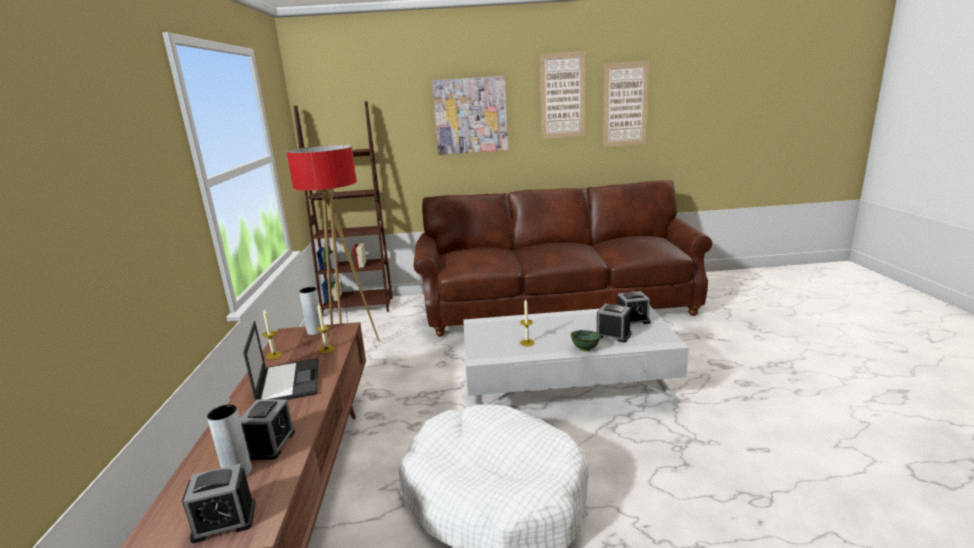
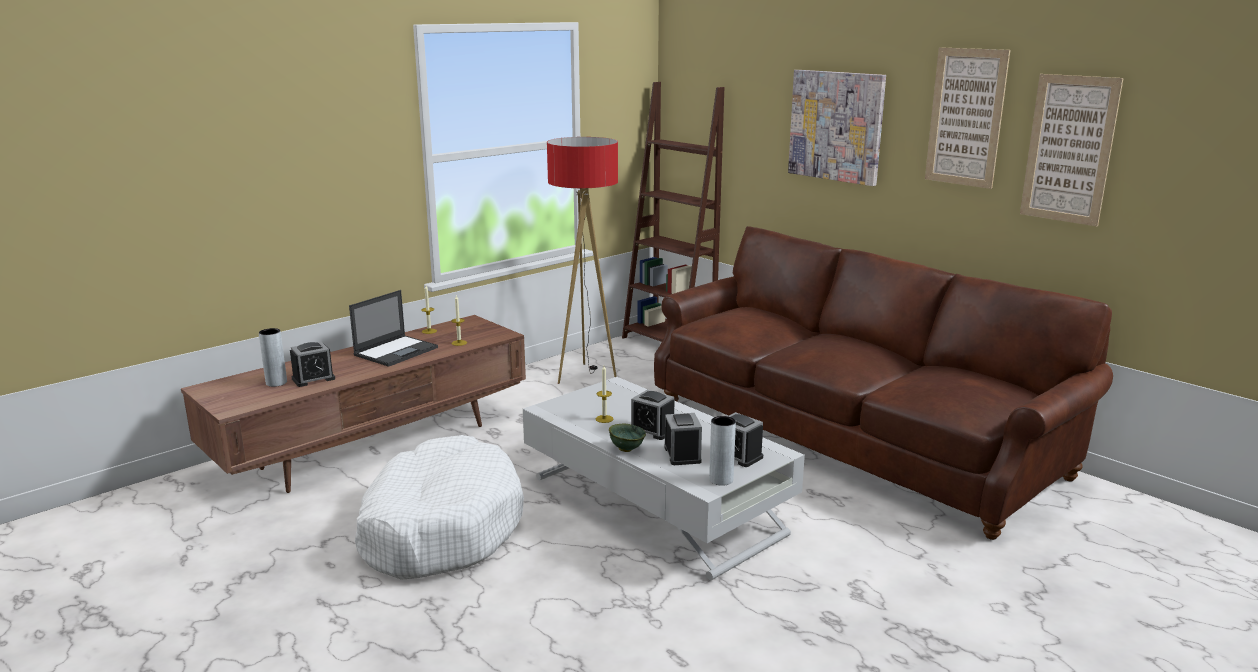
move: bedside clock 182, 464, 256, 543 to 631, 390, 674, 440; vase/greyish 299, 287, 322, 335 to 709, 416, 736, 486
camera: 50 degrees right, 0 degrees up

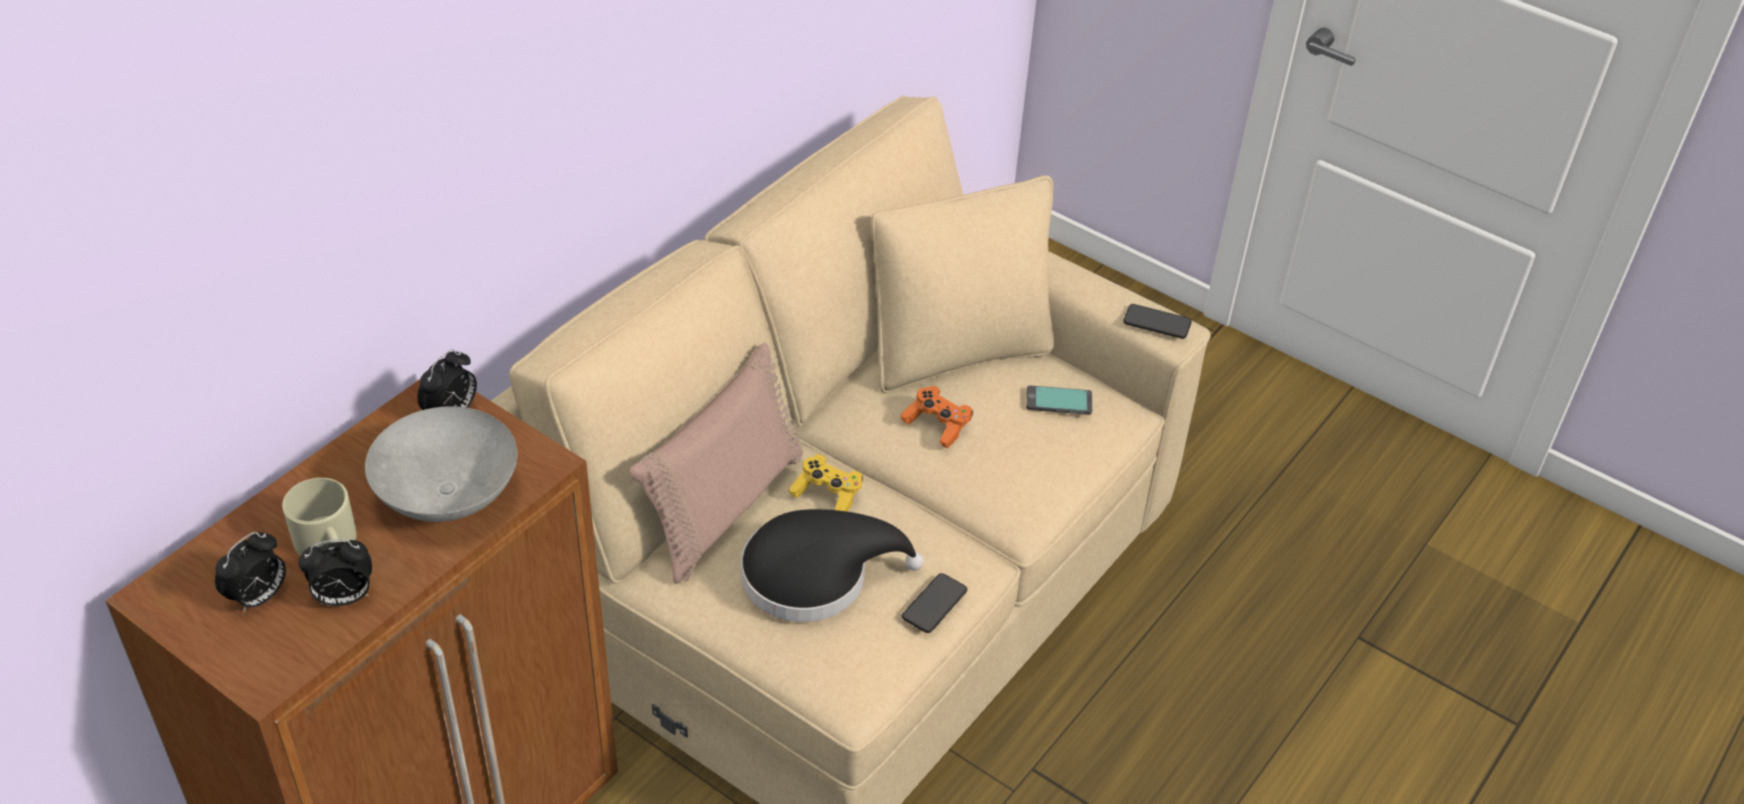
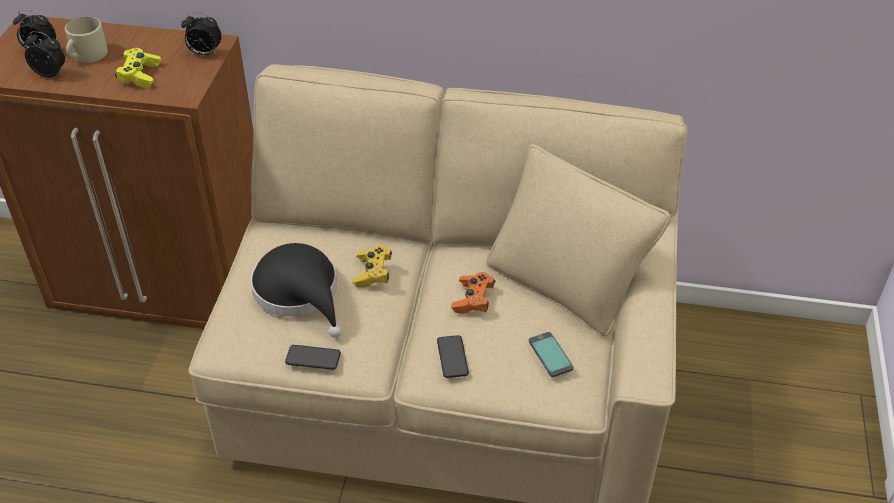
delete: pillow/beige-coloured 629, 343, 803, 584
move: phone 1124, 304, 1192, 339 to 437, 335, 469, 378
replace: serving bowl/greyish 365, 406, 517, 522 to joypad/yellowish 115, 48, 161, 88
rotate: bedside clock 299, 539, 372, 606 = 25, 31, 65, 78 150 degrees clockwise
camera: 65 degrees right, 0 degrees up

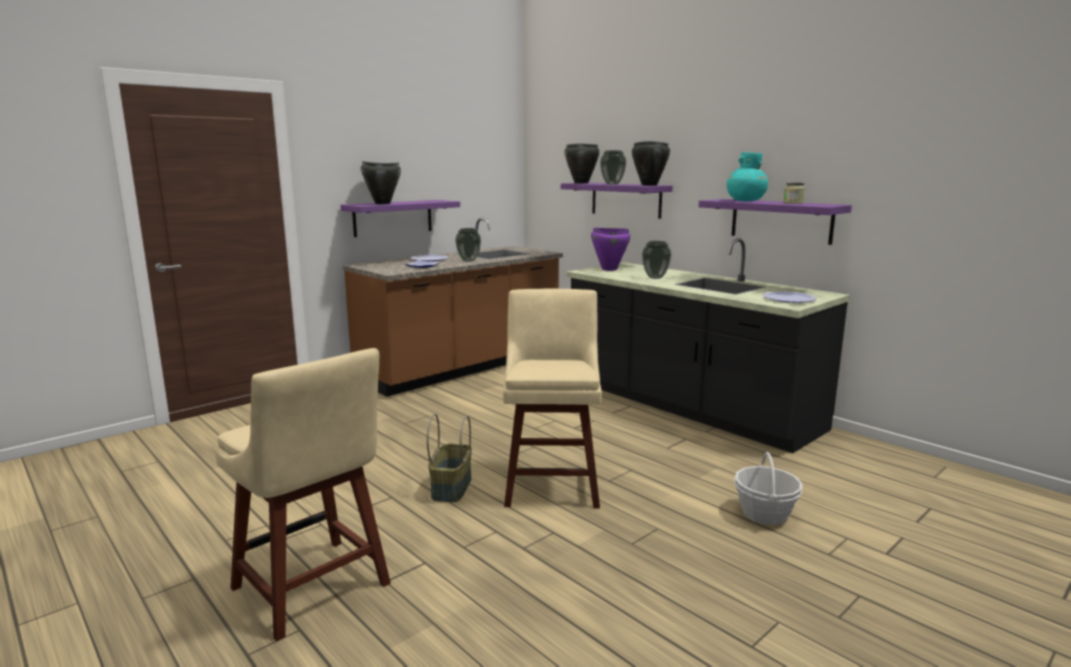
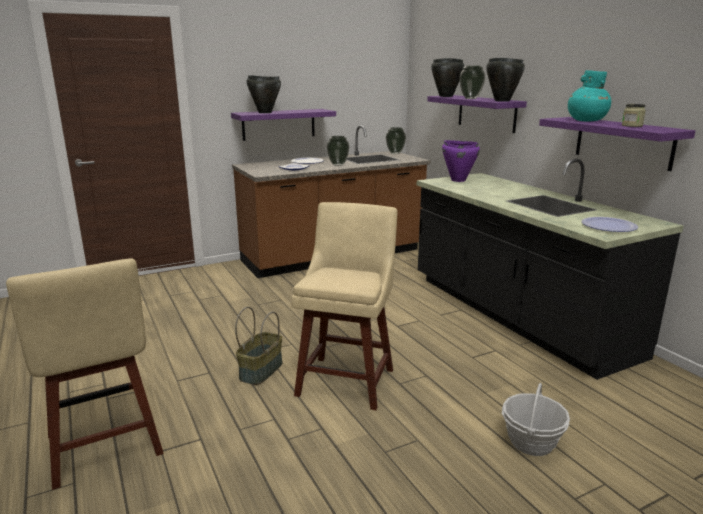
move: vase 642, 241, 671, 279 to 386, 127, 406, 154
camera: 15 degrees right, 5 degrees up

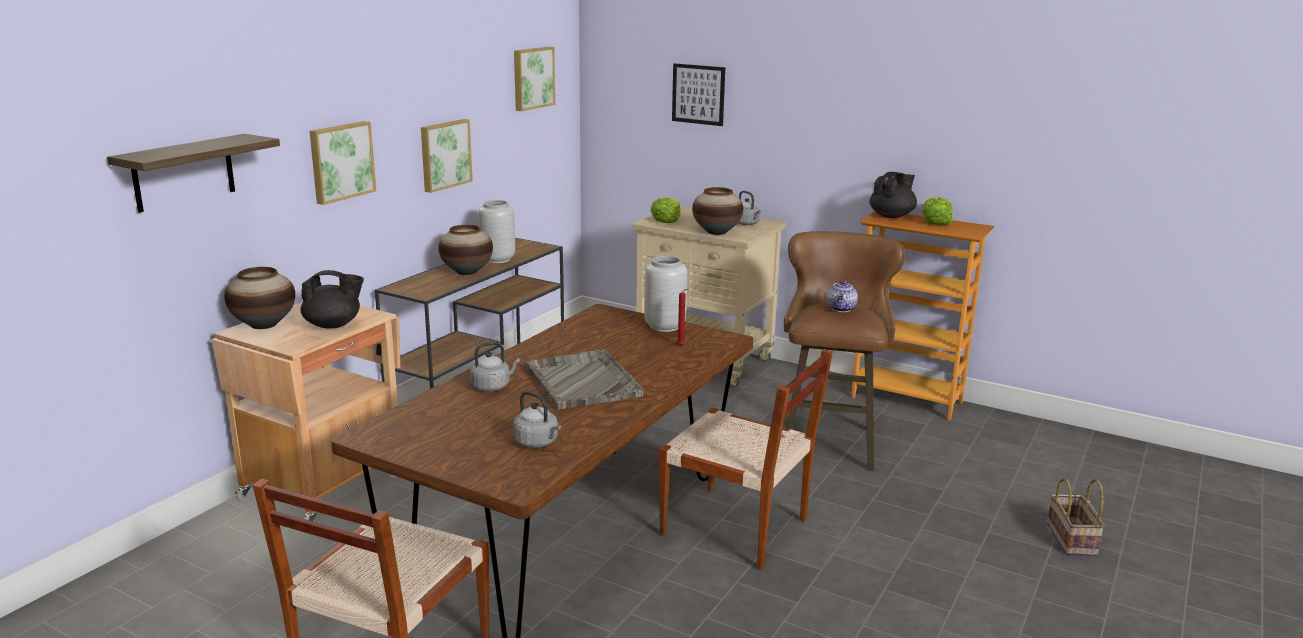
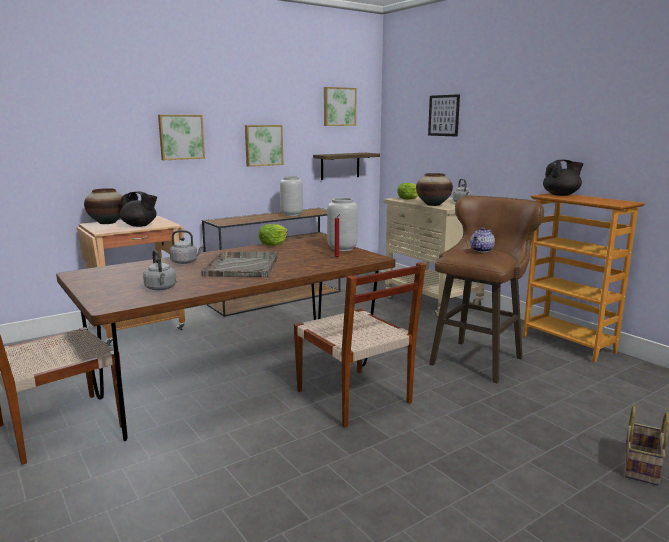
delete: vase 438, 225, 493, 275
move: wall shelf 107, 134, 280, 213 to 313, 153, 380, 180; lettuce head 921, 197, 953, 225 to 258, 224, 288, 246
camera: 25 degrees right, 5 degrees down

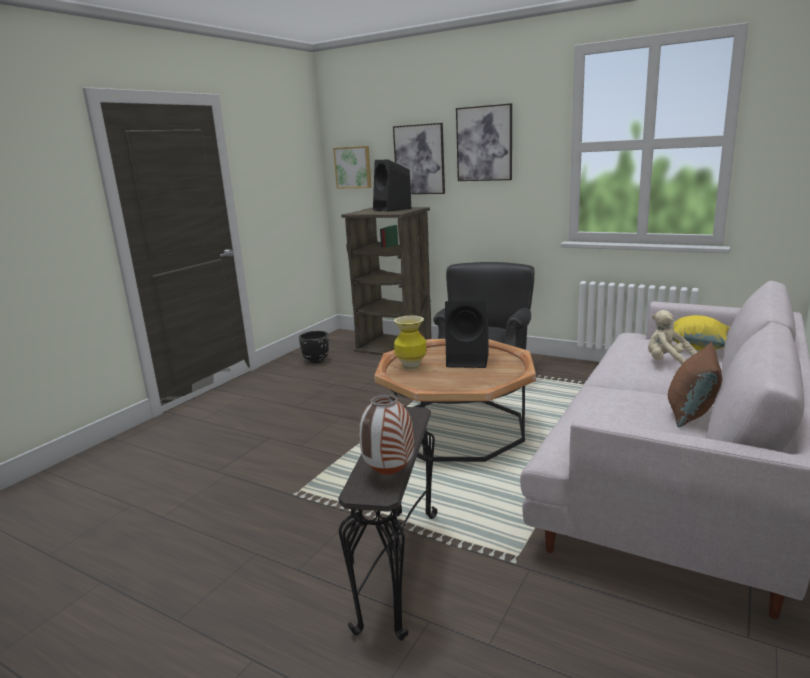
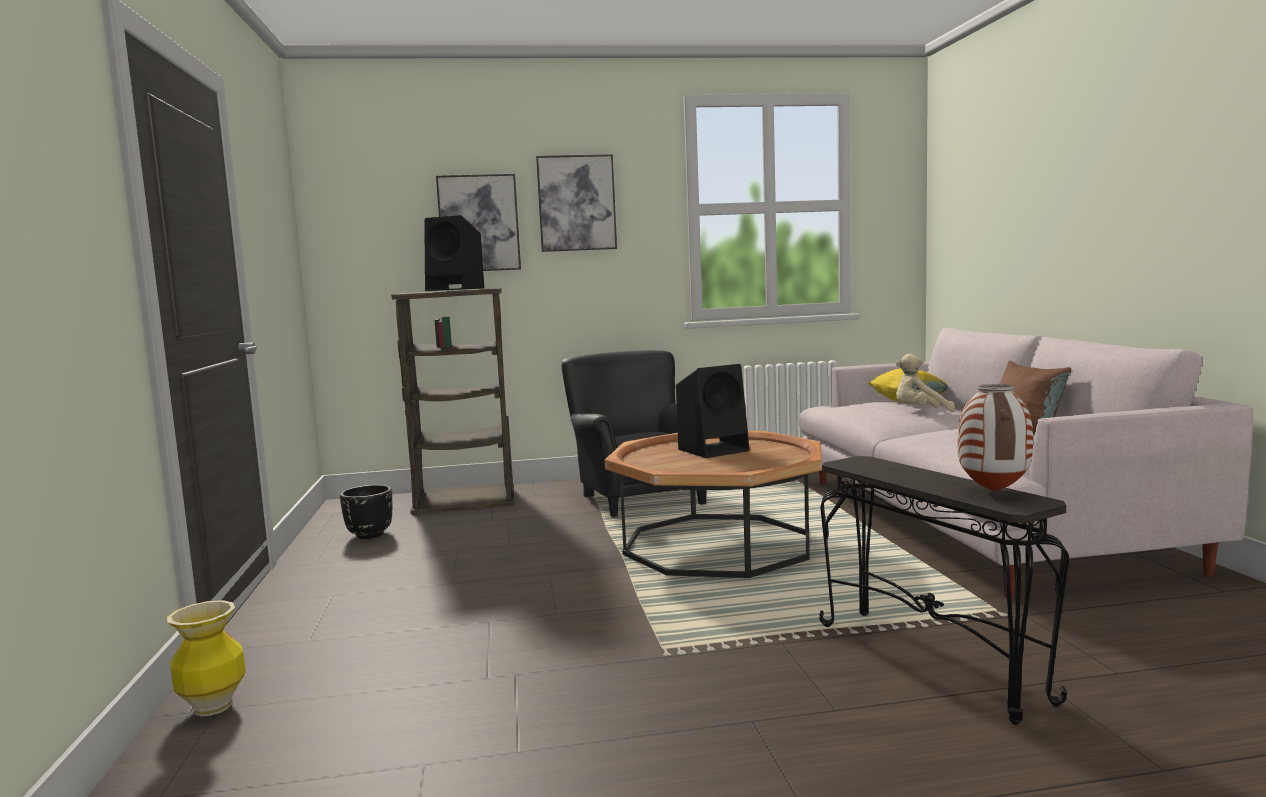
delete: picture 333, 146, 372, 189
move: vase 394, 316, 427, 369 to 167, 600, 246, 716
camera: 40 degrees left, 10 degrees down

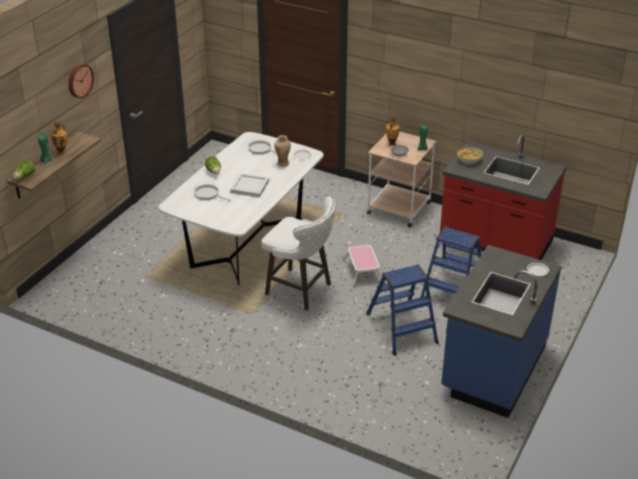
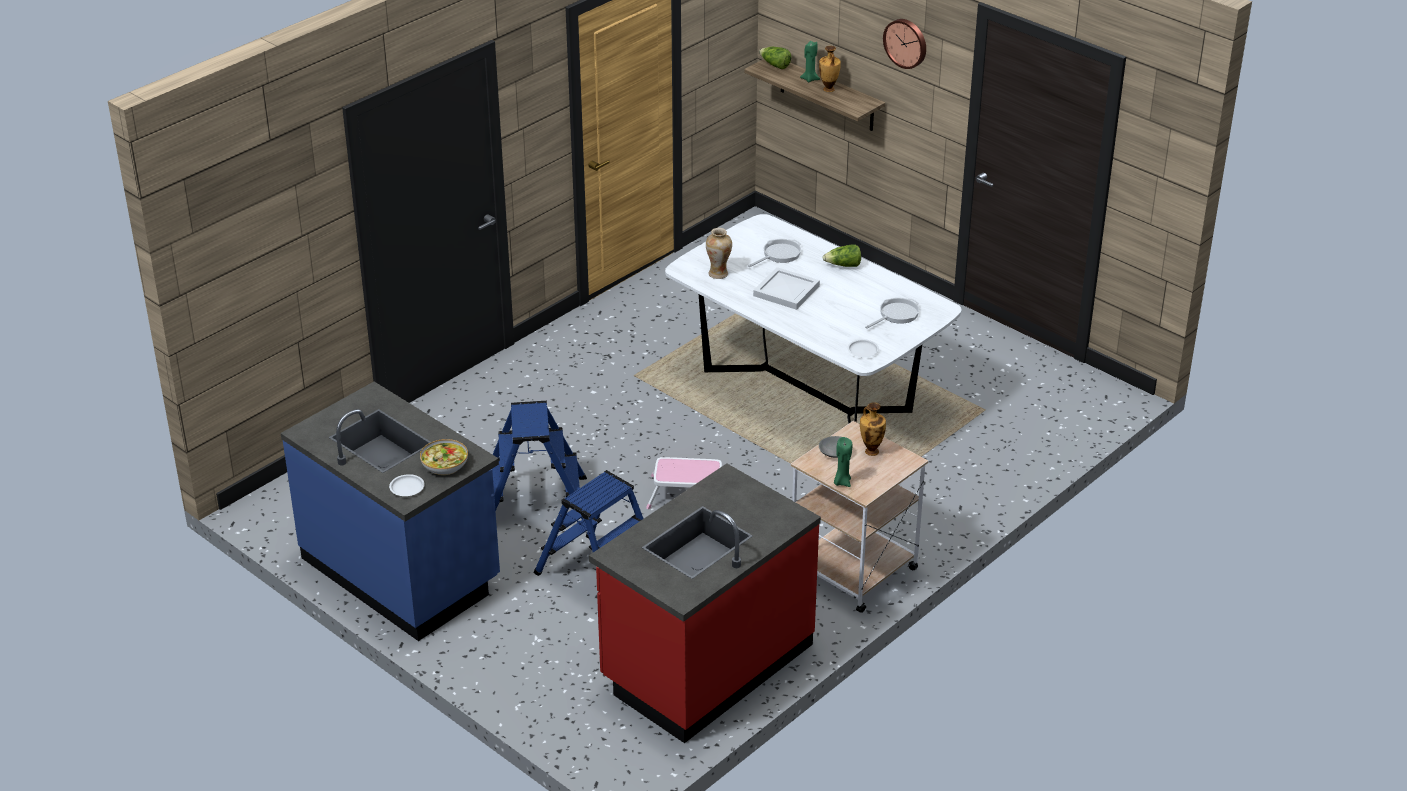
delete: stool/white 261, 196, 336, 310
move: vase 274, 135, 291, 167 to 706, 228, 732, 279; serving bowl 457, 146, 483, 165 to 420, 439, 468, 475
camera: 105 degrees right, 0 degrees up

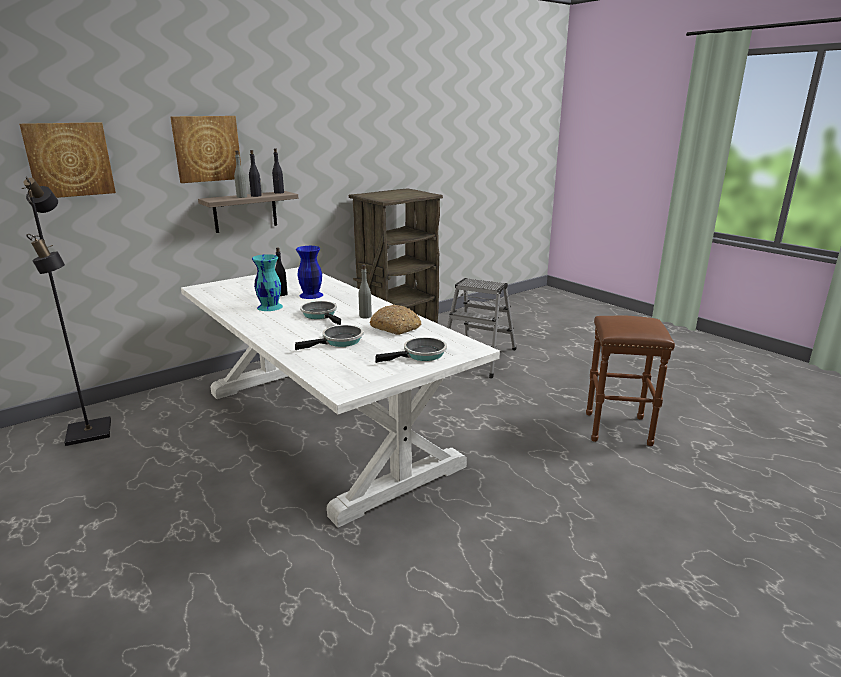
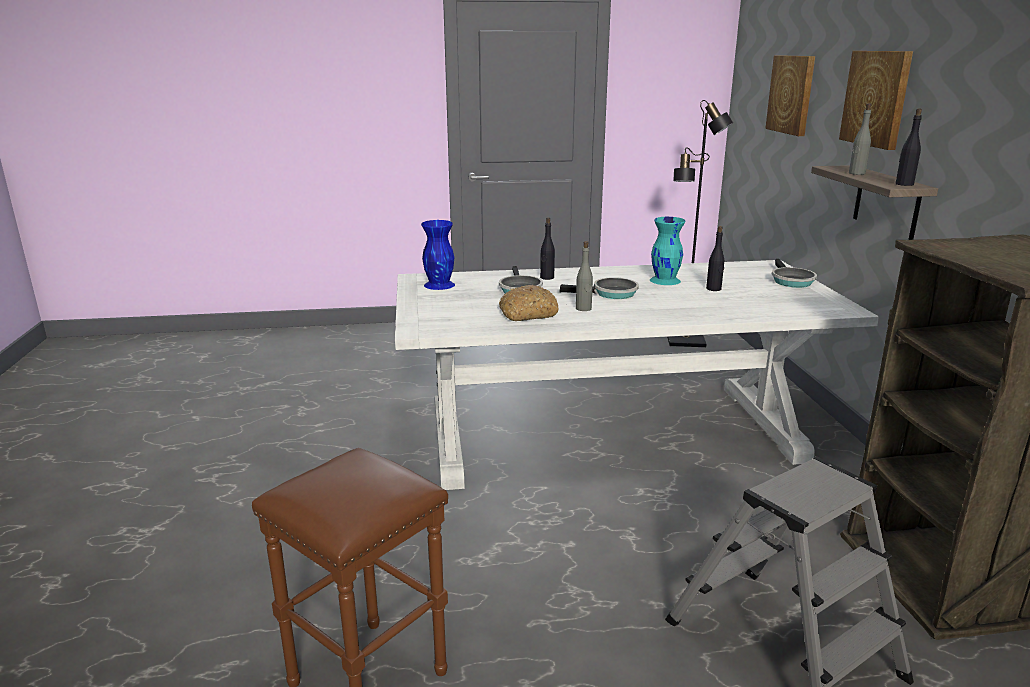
move: bottle/black 249, 150, 262, 197 to 540, 217, 555, 280; vase/blue 296, 246, 323, 299 to 421, 220, 455, 290; frying pan 375, 337, 447, 363 to 772, 259, 817, 288
camera: 120 degrees right, 0 degrees up

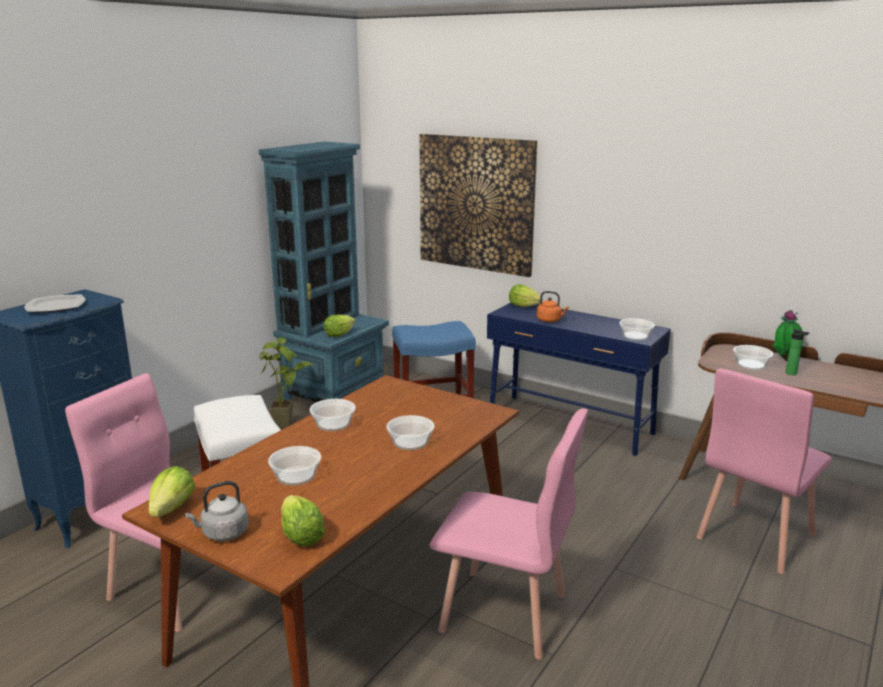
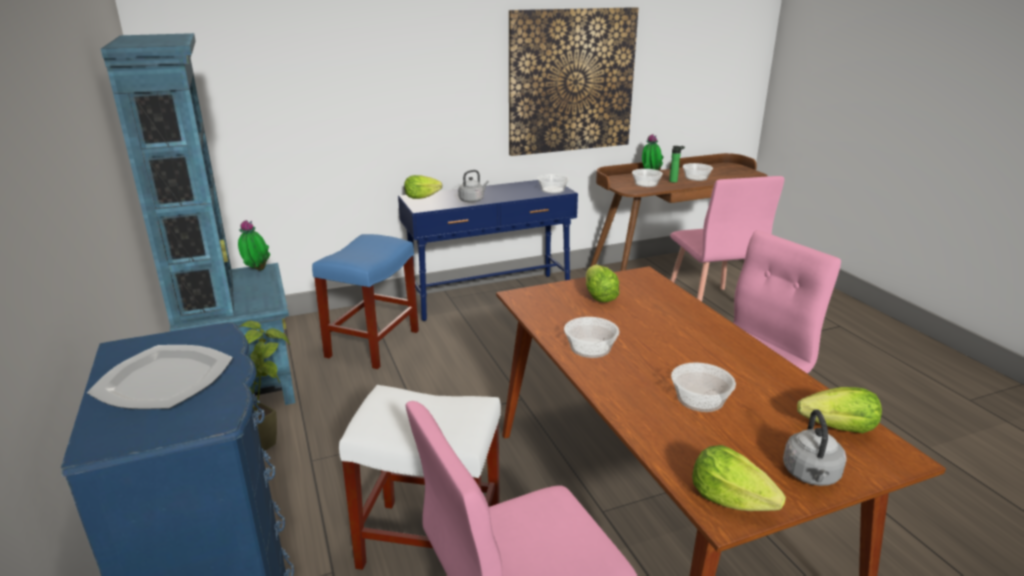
insert: potted plant 238, 220, 270, 271
move: lettuce head 324, 315, 355, 337 to 586, 264, 619, 302; serving bowl 386, 415, 435, 450 to 683, 163, 713, 181; picture 419, 134, 537, 277 to 509, 7, 638, 156
recolor: tea kettle/orange-coloured 537, 291, 569, 322 to tea kettle/greyish 458, 170, 489, 203
camera: 55 degrees left, 5 degrees up

